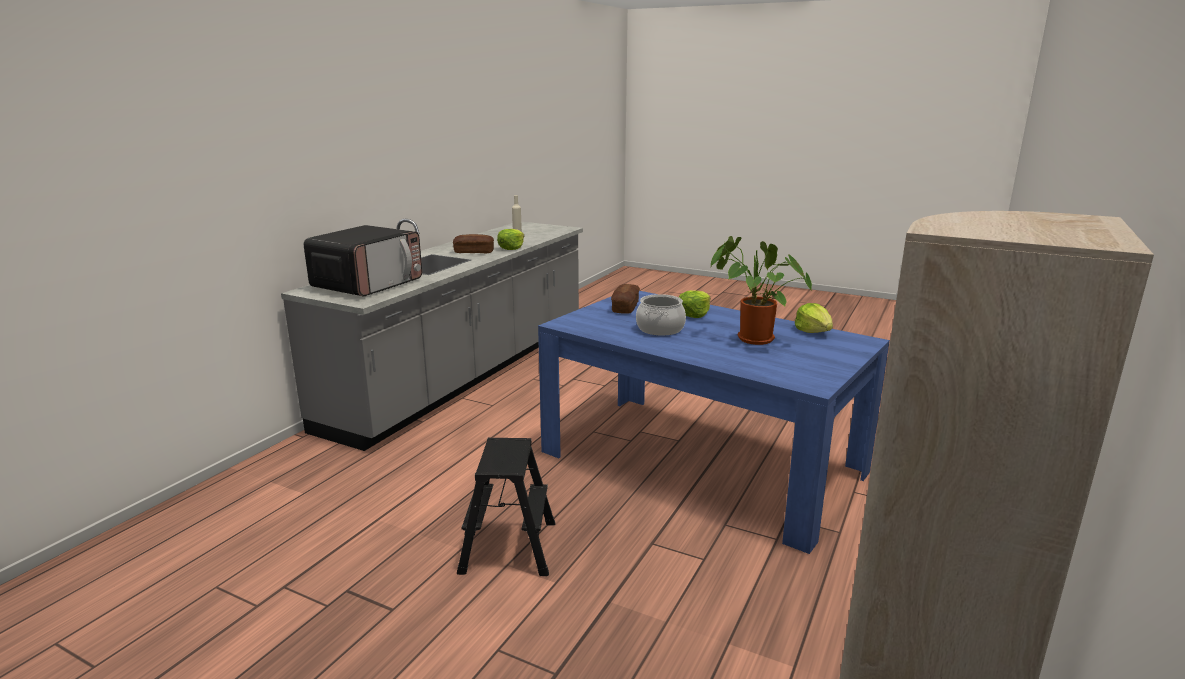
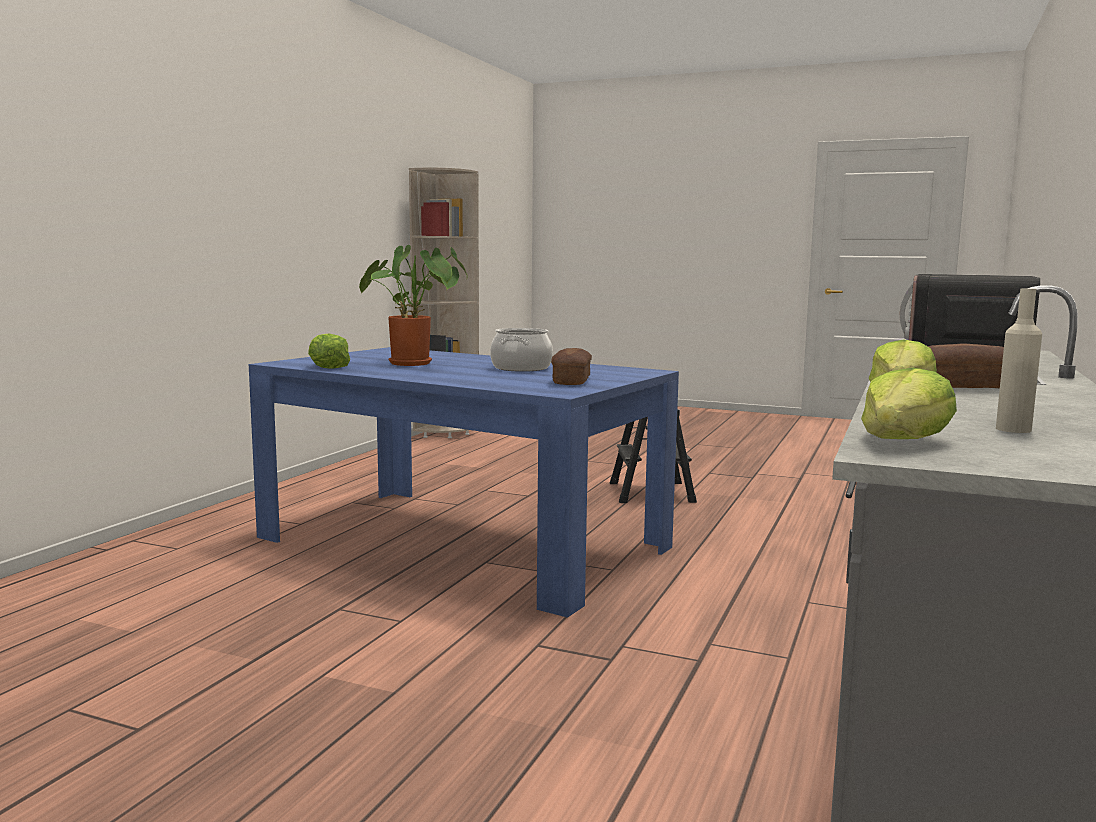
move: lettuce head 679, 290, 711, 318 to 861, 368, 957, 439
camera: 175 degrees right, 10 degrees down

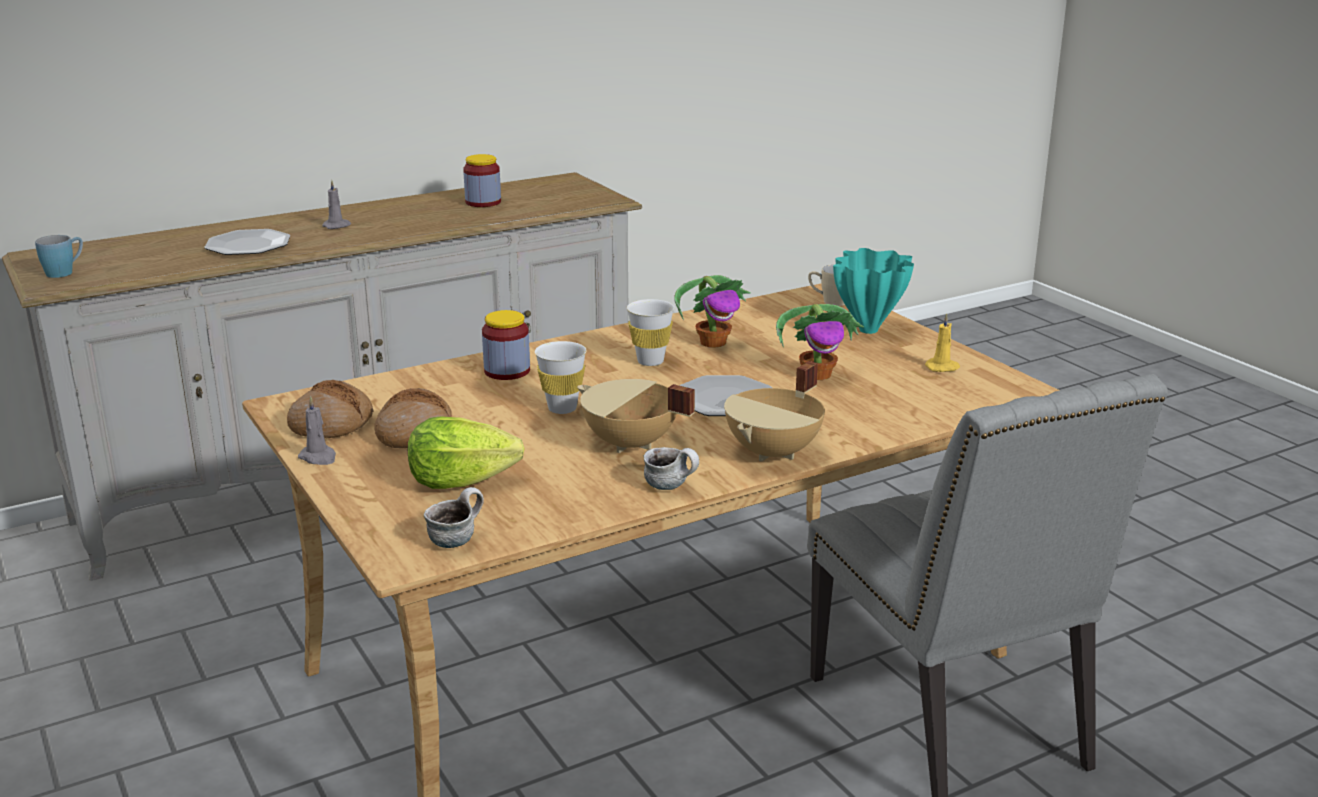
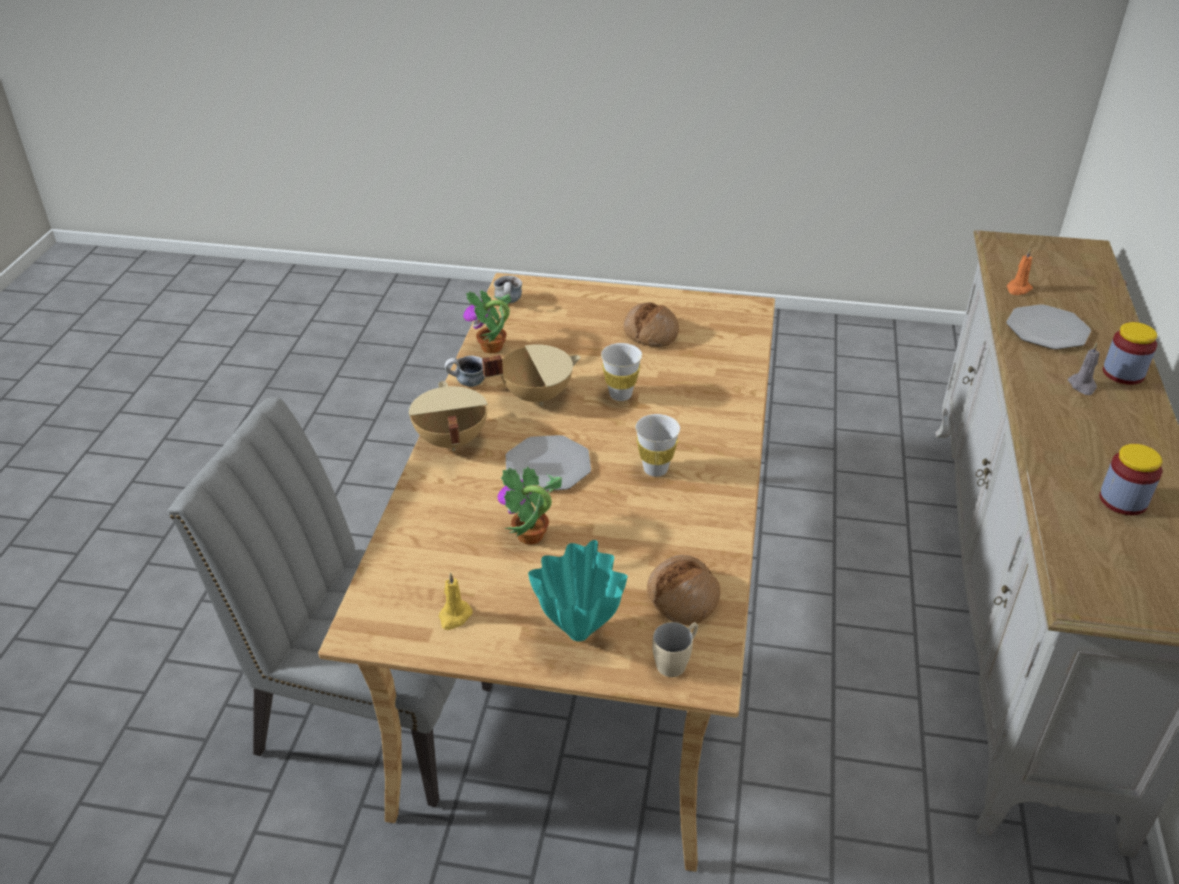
delete: tea mug/blue 35, 235, 83, 278; candle/greyish 298, 396, 336, 465; lettuce head 408, 416, 525, 489
insert: candle/orange-coloured 1007, 249, 1033, 295
move: baked bread 287, 380, 374, 438 to 647, 555, 720, 626; storage jar 482, 310, 530, 380 to 1103, 322, 1157, 385; potted plant 674, 275, 750, 348 to 463, 289, 511, 353
camera: 130 degrees right, 15 degrees up

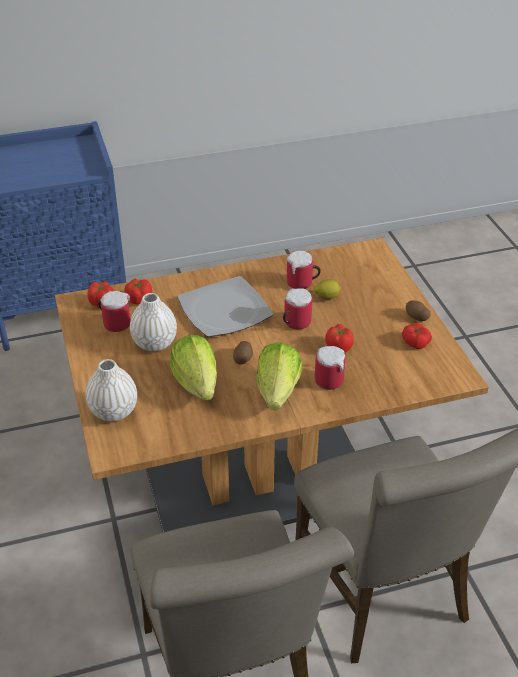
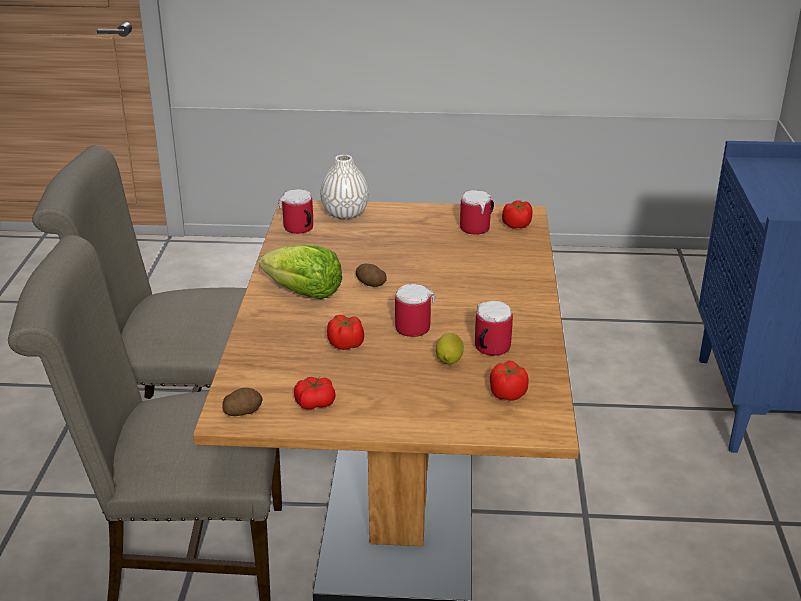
delete: vase/white 130, 293, 177, 351; lettuce head 170, 335, 217, 401; flat dish 177, 276, 273, 337
move: whole tomato 124, 278, 152, 305 to 490, 361, 528, 401; tea mug 315, 346, 345, 390 to 278, 189, 313, 234; potato 406, 300, 431, 321 to 222, 388, 263, 416
camera: 110 degrees right, 10 degrees down

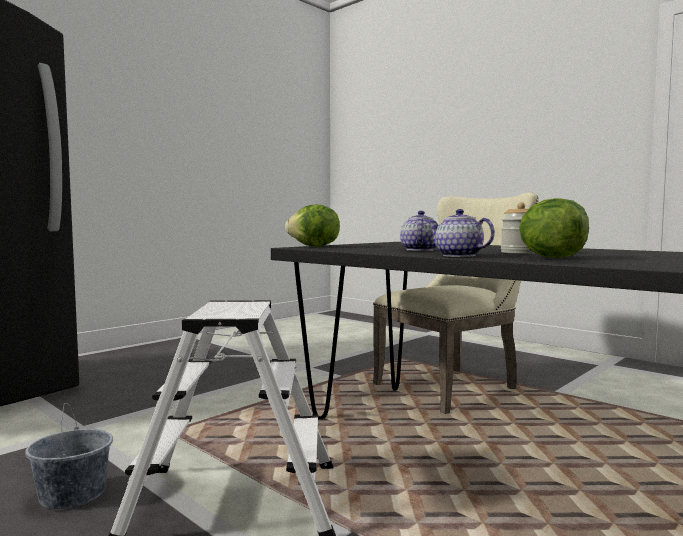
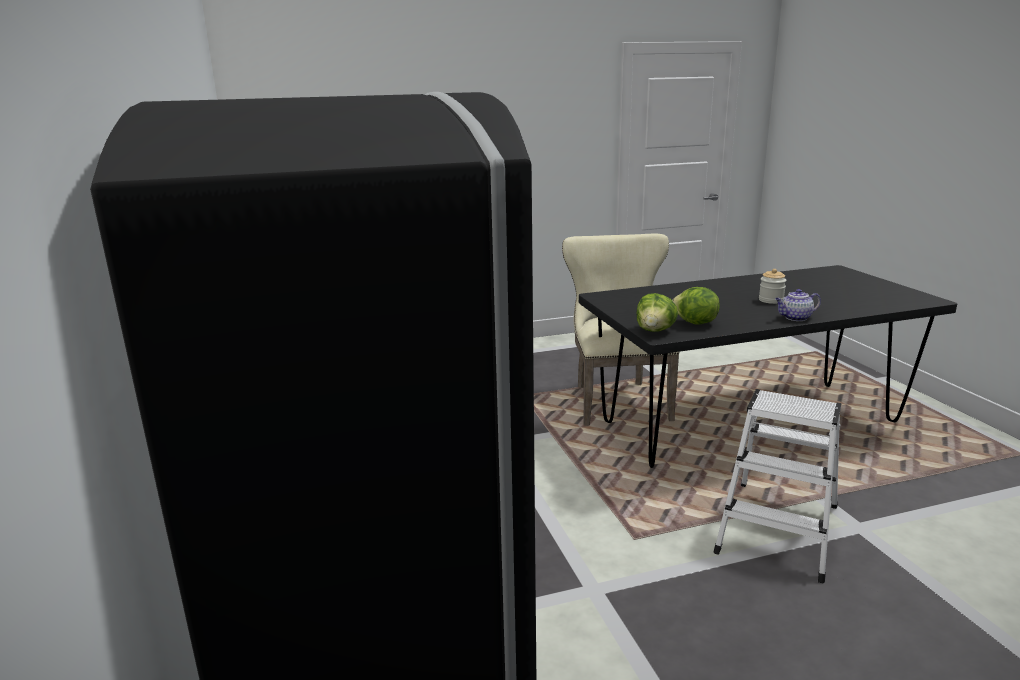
delete: bucket/greyish 25, 403, 113, 509; pot for tea 400, 211, 439, 251
move: lettuce head 519, 198, 589, 258 to 672, 287, 720, 325
camera: 60 degrees left, 15 degrees up

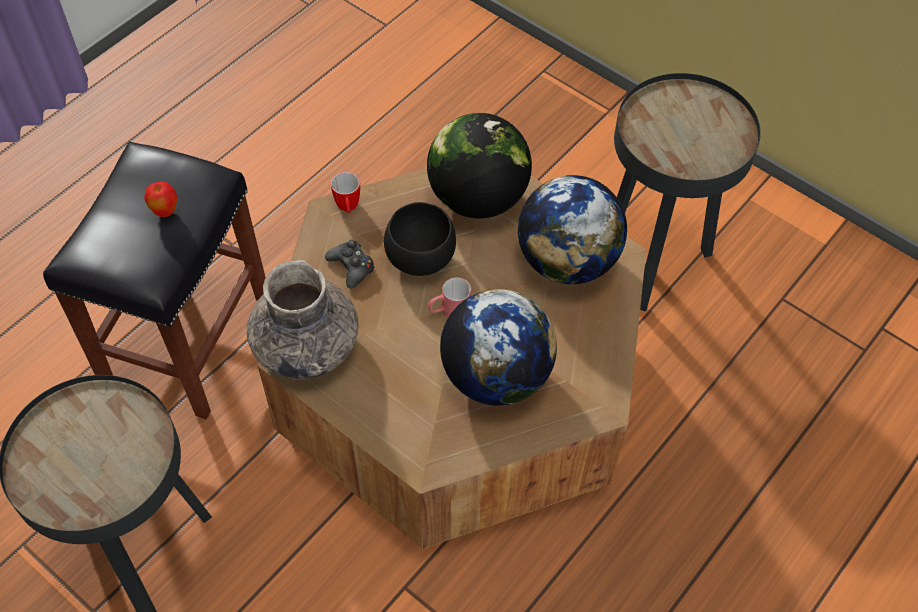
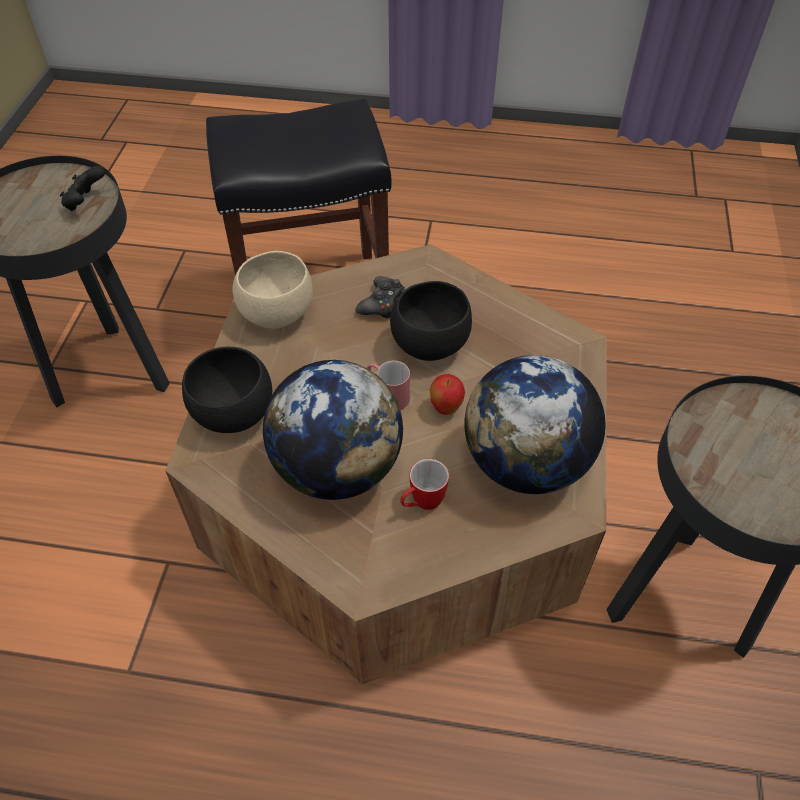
delete: desk globe 427, 113, 532, 219
insert: joypad/black 60, 166, 105, 211; serving bowl/black 182, 347, 272, 433
move: whole apple 144, 182, 177, 217 to 430, 374, 465, 415; tea mug 331, 172, 360, 213 to 400, 459, 449, 510
replace: vase/greyish 246, 260, 359, 380 to serving bowl/beige-coloured 232, 251, 313, 329
camera: 60 degrees right, 5 degrees down

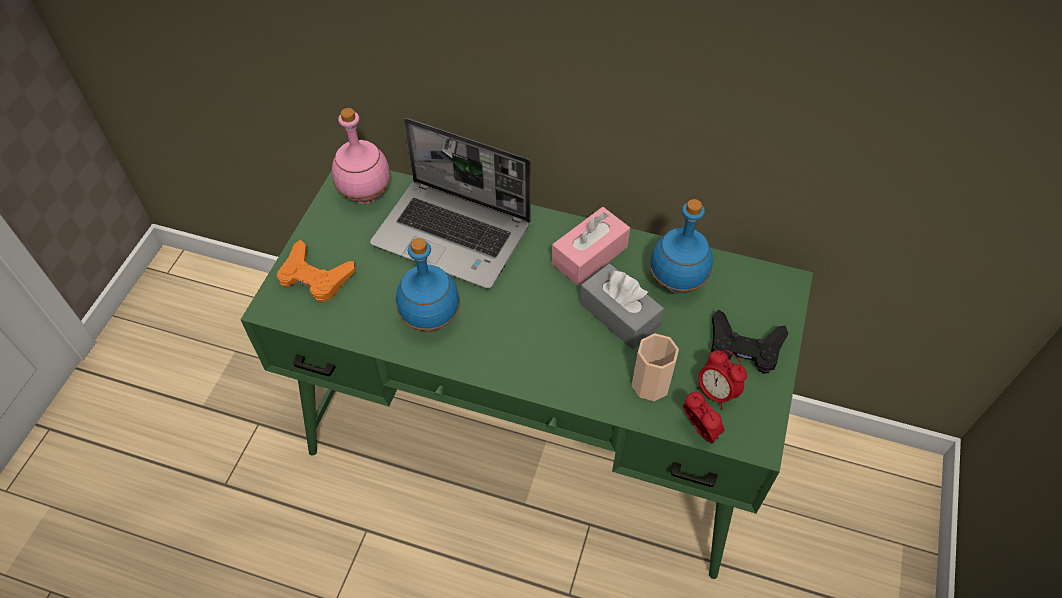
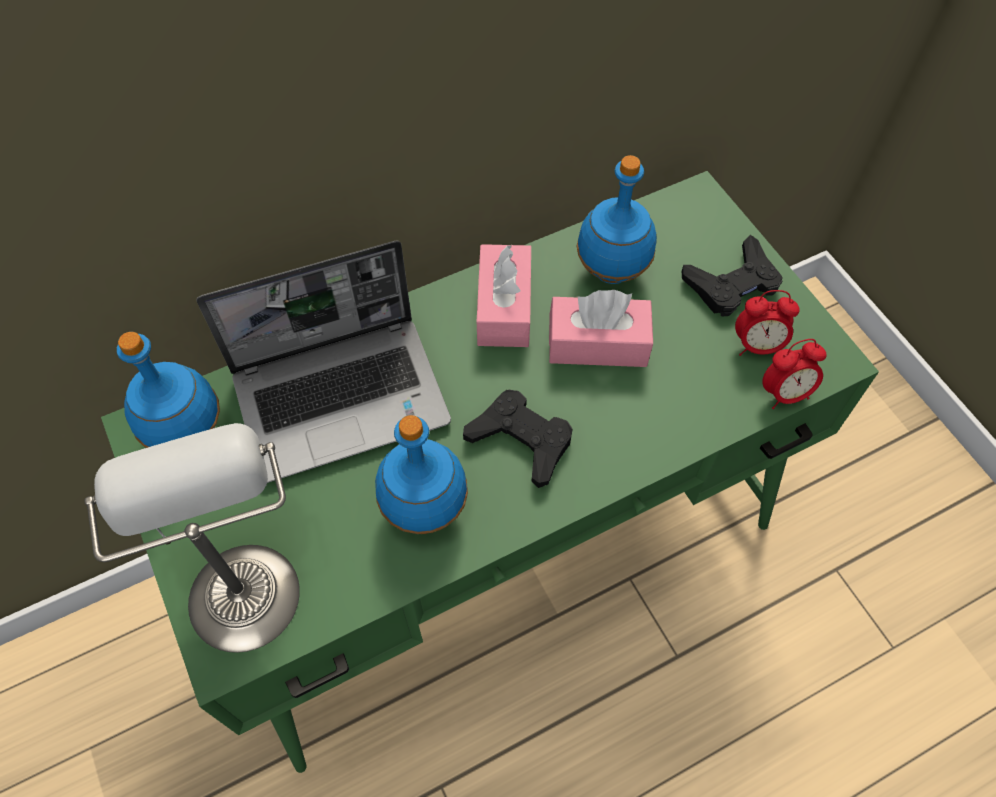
delete: drinking cup 632, 333, 679, 401
insert: joypad/black 463, 390, 573, 488
replace: joypad/orange-coloured 277, 240, 355, 302 to tabletop lamp/white 84, 423, 300, 653
recolor: bottle/pink 332, 108, 391, 204 to bottle/blue 117, 332, 220, 448; box of tissues/greyish 580, 264, 664, 349 to box of tissues/pink 549, 290, 653, 367
rotate: bedside clock 683, 392, 725, 444 = 762, 339, 827, 409 150 degrees clockwise
camera: 45 degrees left, 5 degrees up

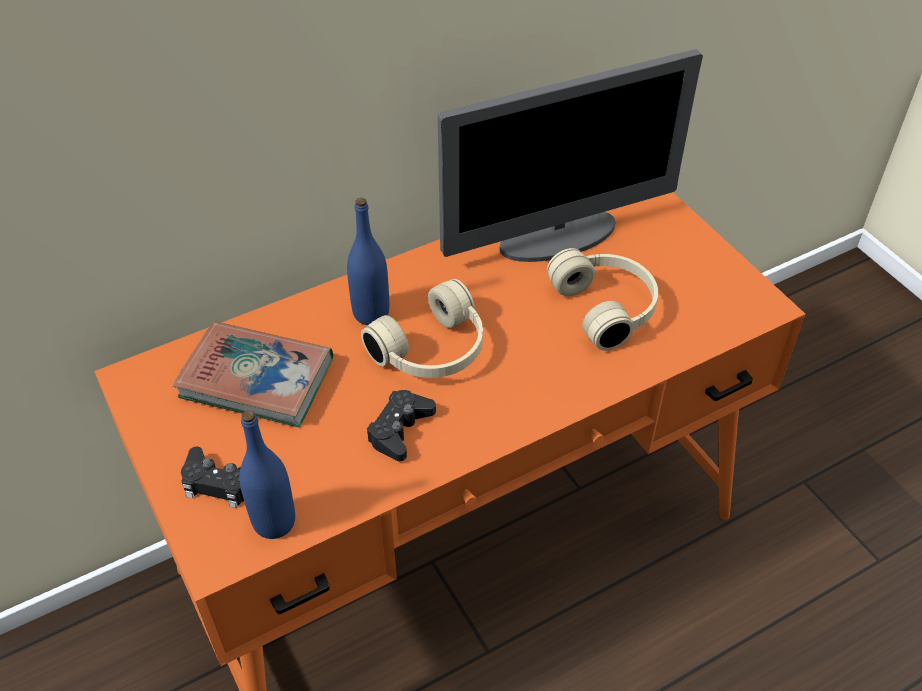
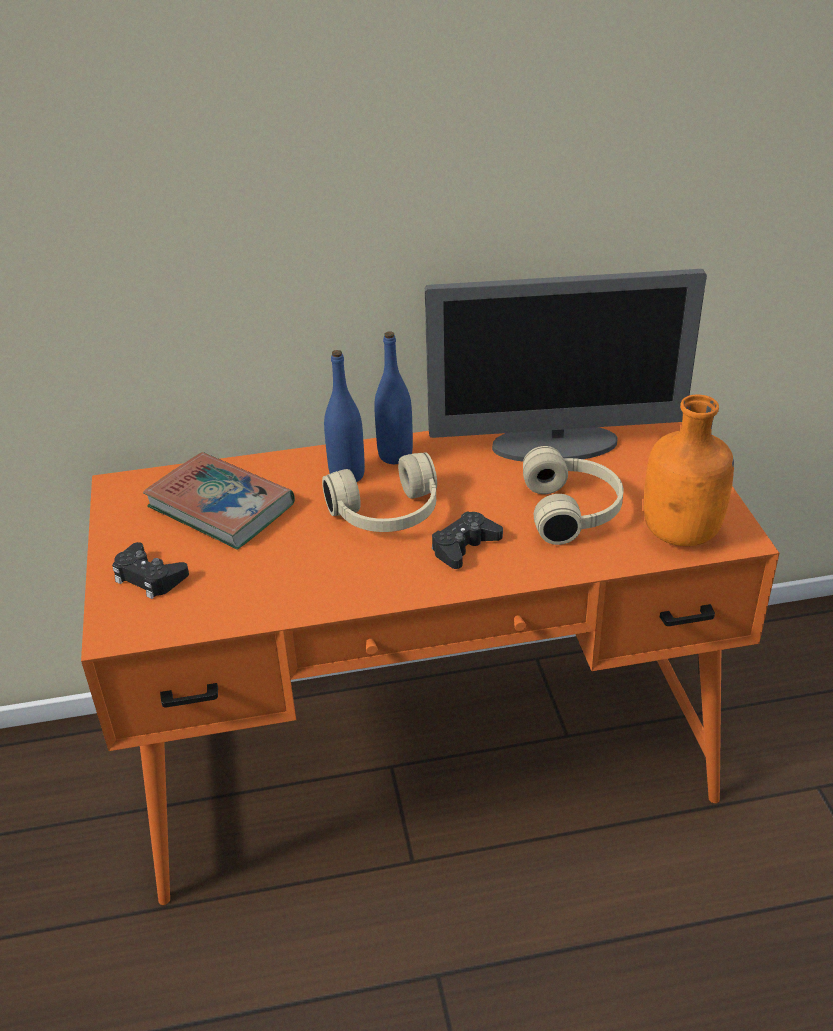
insert: bottle/orange-coloured 644, 395, 734, 546
move: bottle/blue 239, 410, 295, 539 to 374, 331, 413, 464; joypad/black 367, 390, 436, 461 to 432, 511, 503, 569
camera: 20 degrees right, 10 degrees down

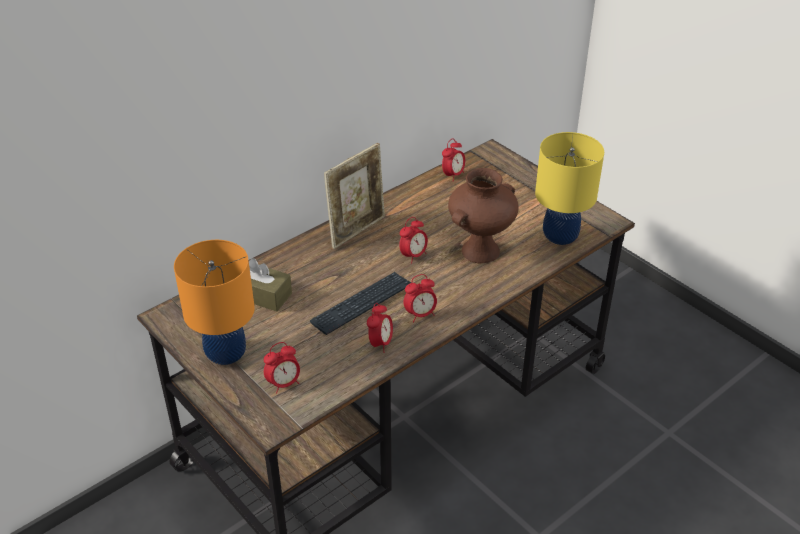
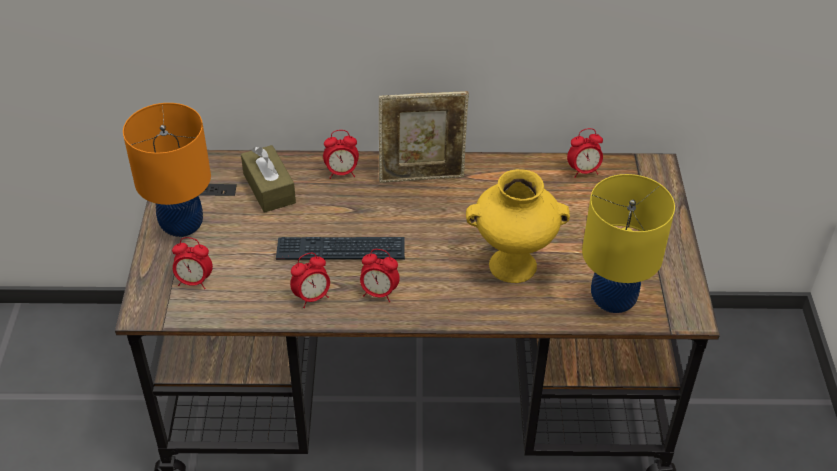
move: bedside clock 399, 217, 428, 263 to 323, 130, 359, 179
recolor: vase/brown-coloured 448, 168, 519, 263 to vase/yellowish 466, 169, 570, 283
camera: 40 degrees right, 5 degrees up

